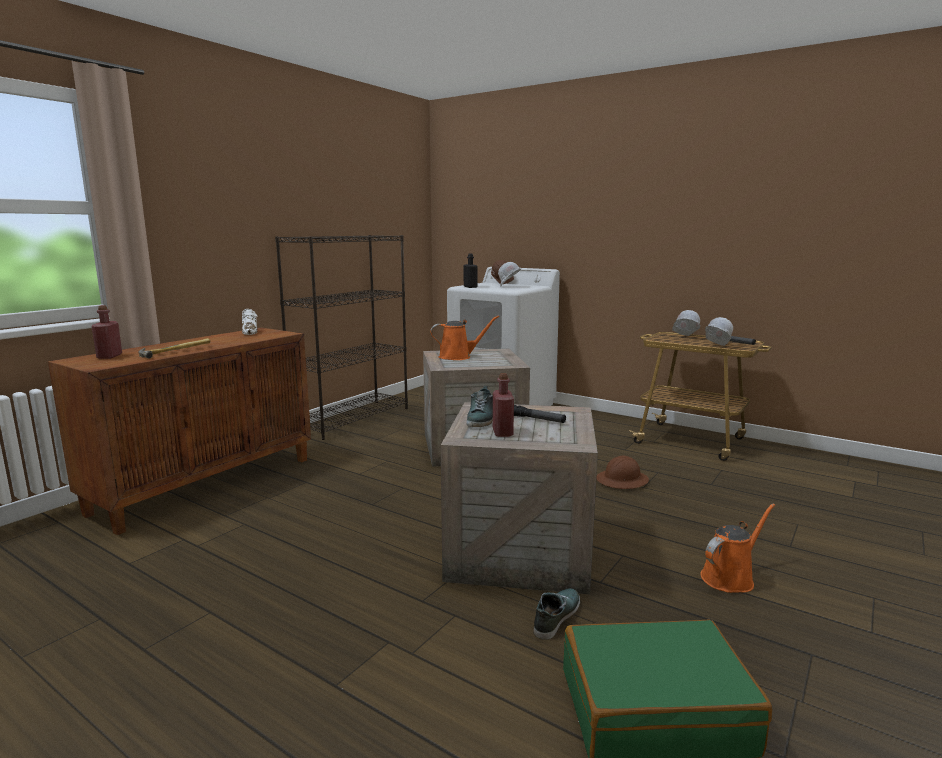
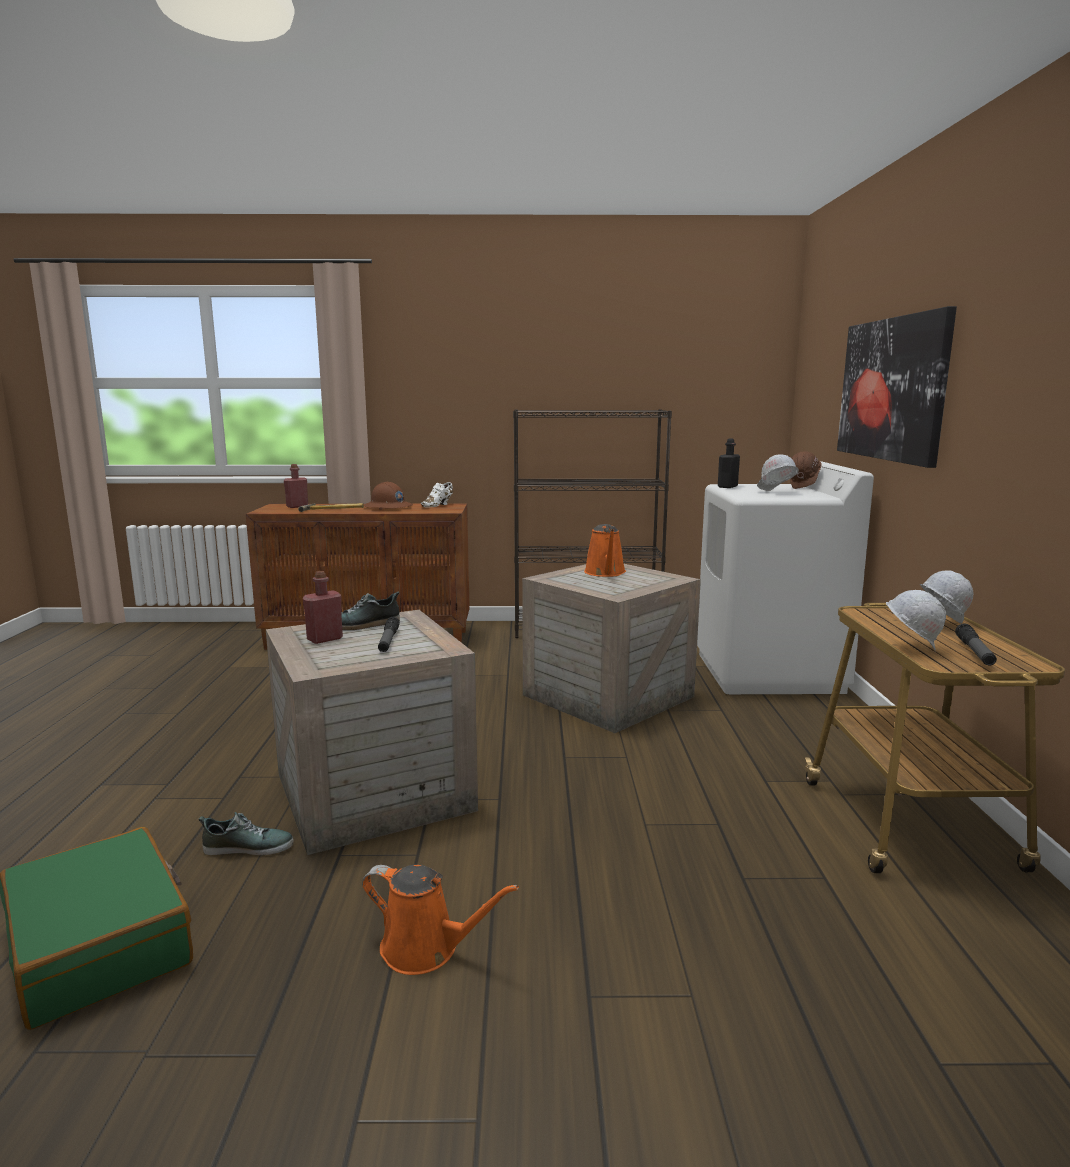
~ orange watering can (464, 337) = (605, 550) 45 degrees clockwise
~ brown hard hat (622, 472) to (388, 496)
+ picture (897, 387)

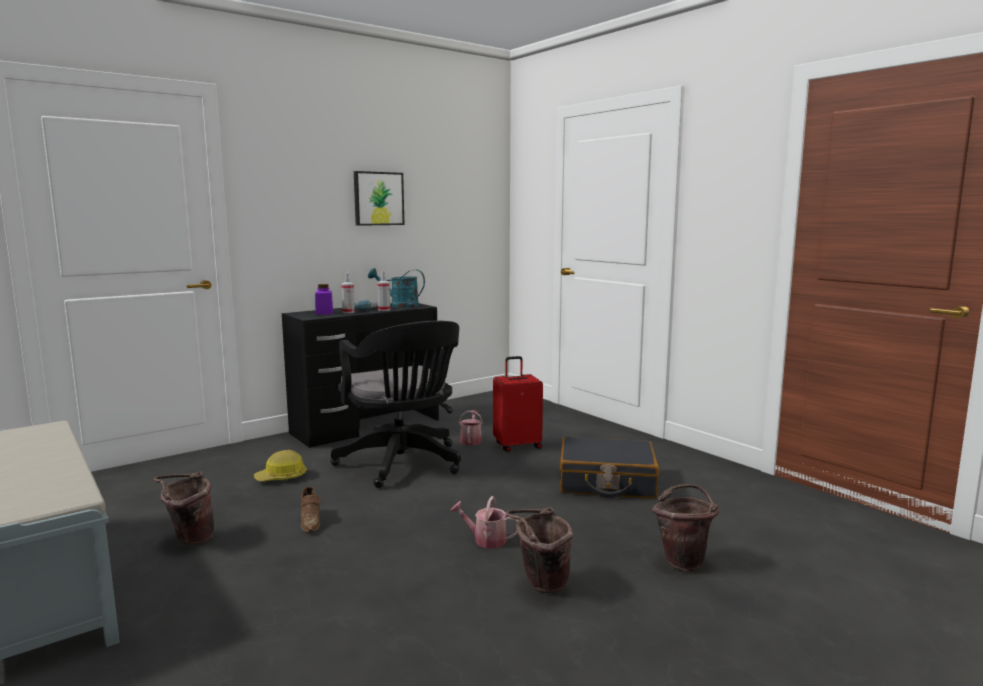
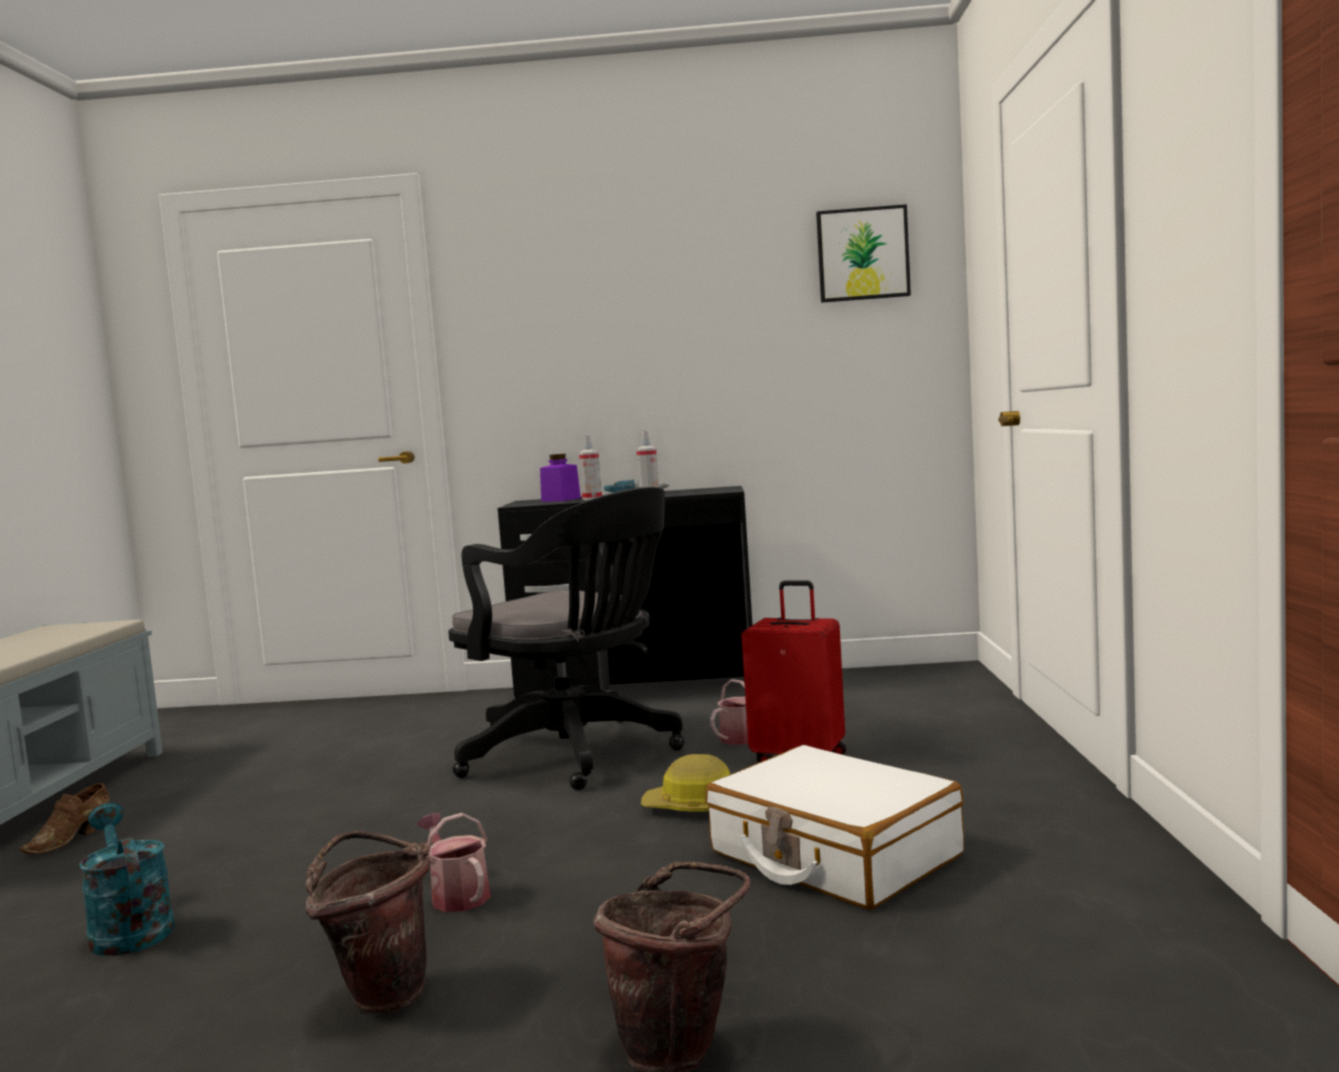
- brown bucket (183, 509)
~ hard hat (280, 465) to (685, 783)
~ brown shoe (311, 510) to (64, 818)
~ black office chair (396, 404) = (566, 638) 60 degrees counterclockwise
~ picture (379, 198) to (863, 253)
~ turquoise watering can (396, 288) to (127, 879)
~ black suitcase (609, 468) to white suitcase (834, 827)

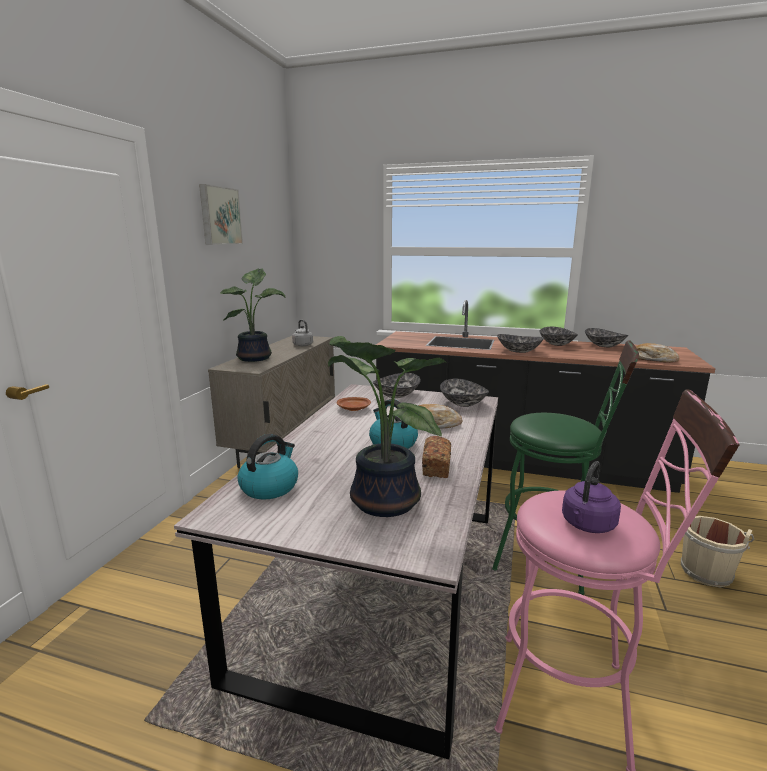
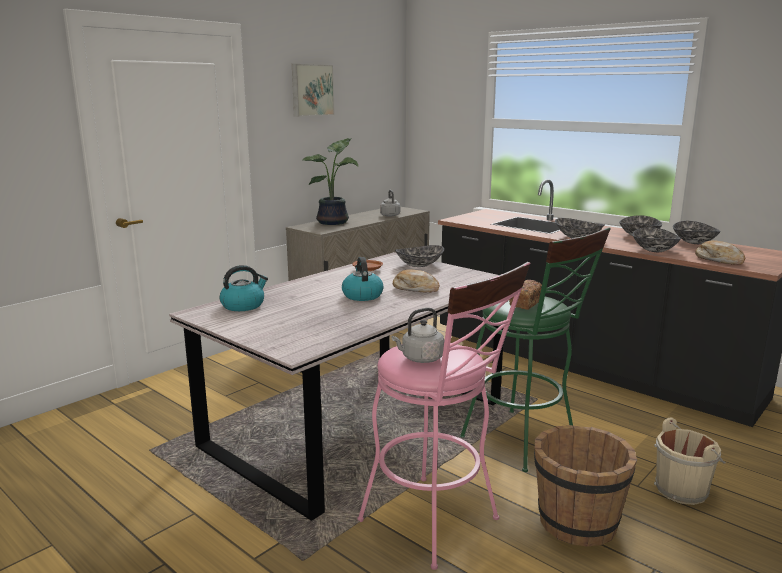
- potted plant (387, 426)
~ bread (436, 457) to (525, 295)
~ bowl (464, 392) to (657, 239)
~ purple kettle (591, 497) to grey kettle (418, 335)
+ brown bucket (585, 486)

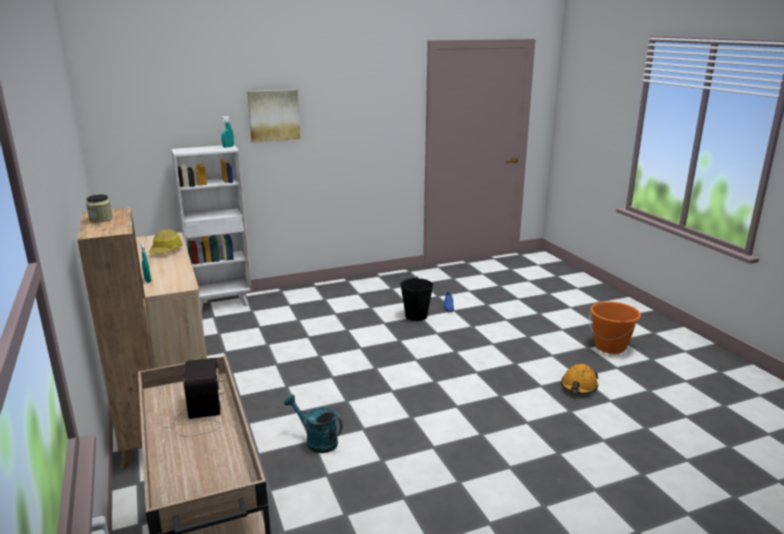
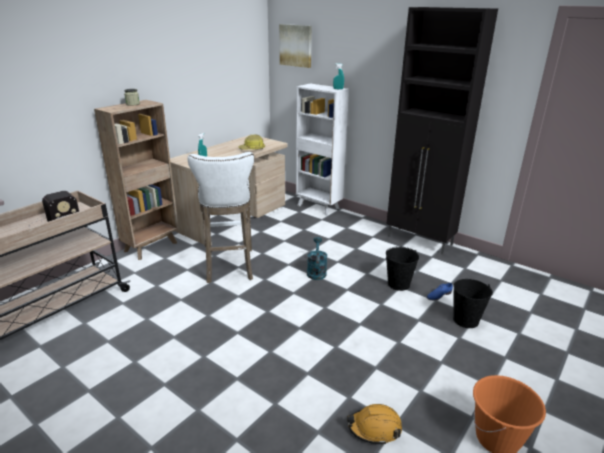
~ picture (273, 116) to (295, 46)
~ turquoise watering can (313, 423) to (317, 258)
+ white stool (221, 217)
+ black cabinet (442, 131)
+ black bucket (473, 303)

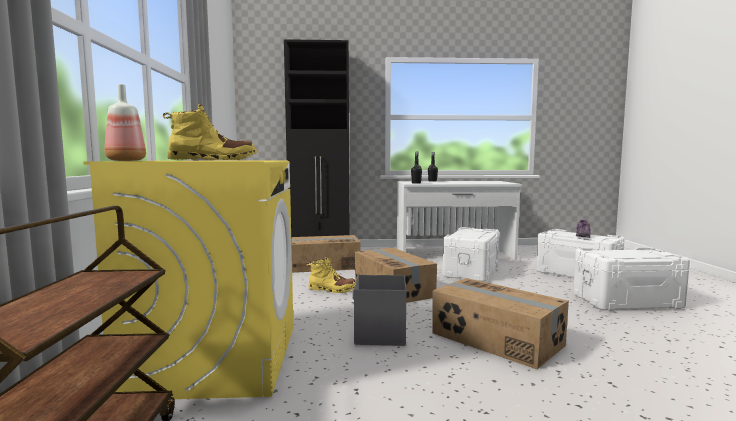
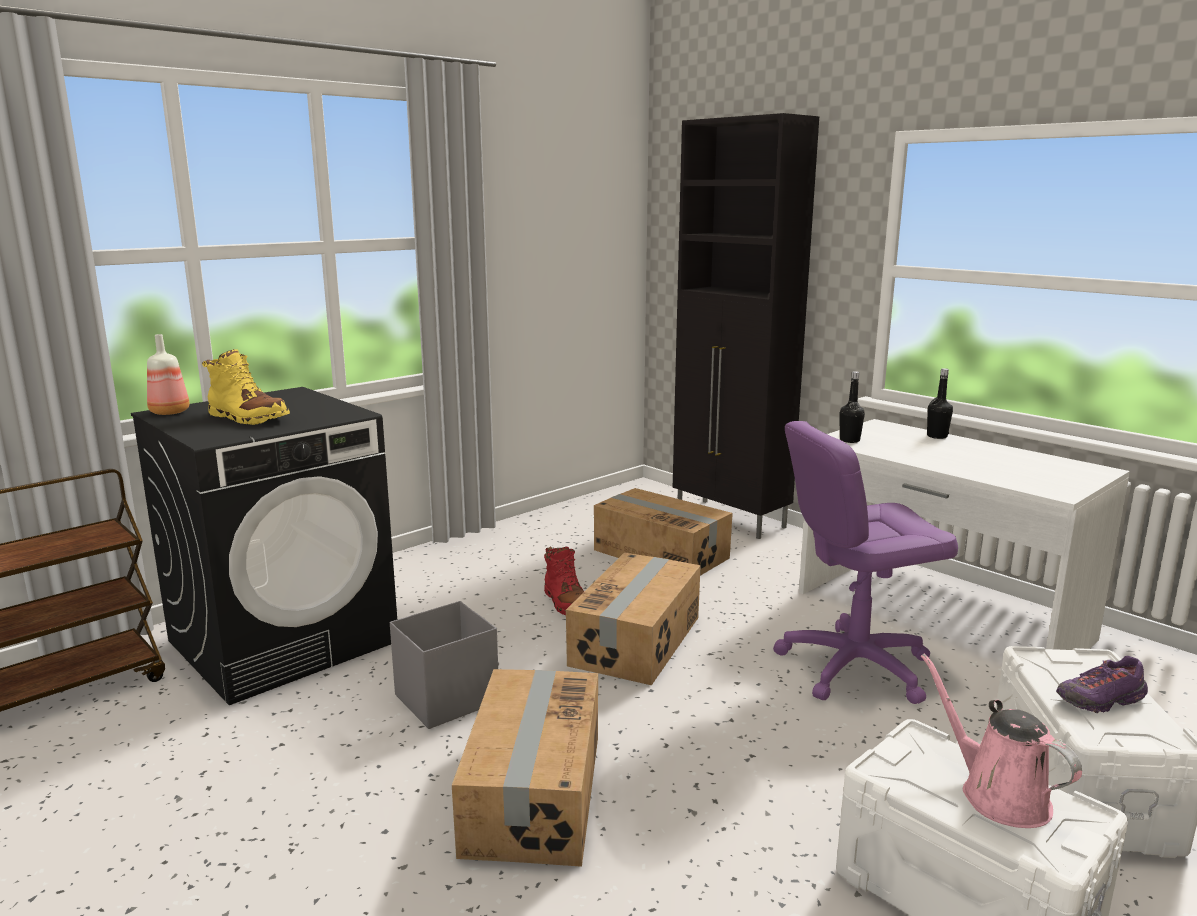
~ yellow washing machine (188, 280) to black washing machine (264, 546)
~ yellow boot (331, 274) to red boot (564, 581)
~ white storage box (471, 254) to purple office chair (865, 562)
+ pink watering can (1001, 740)

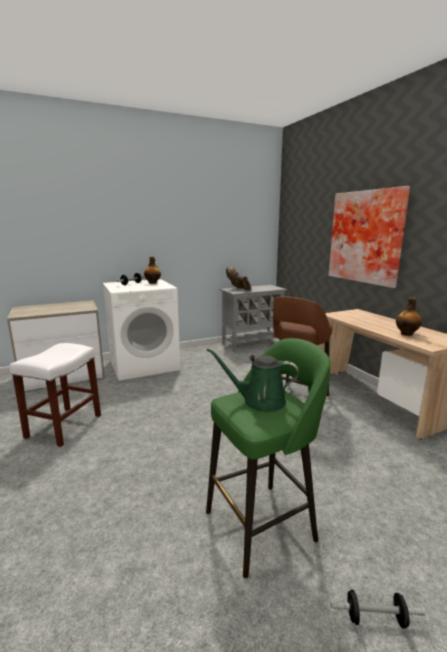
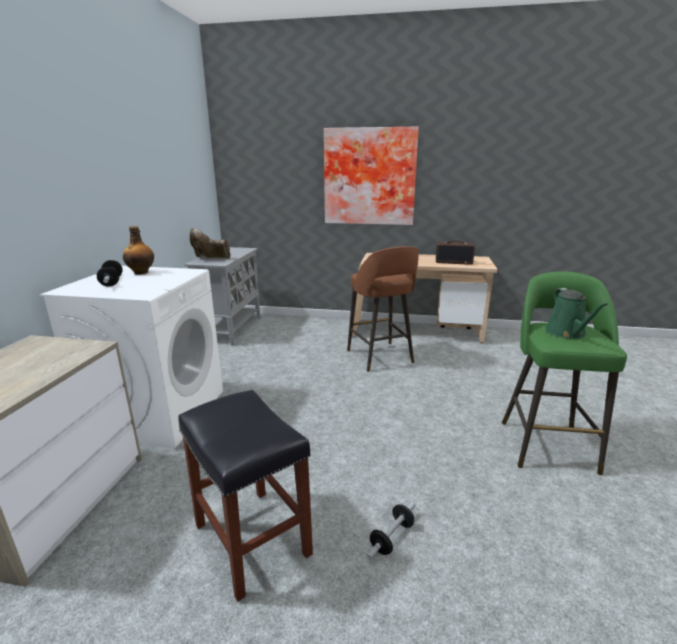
~ white stool (55, 395) to black stool (245, 496)
~ green watering can (253, 380) = (576, 313) 45 degrees counterclockwise
~ dumbbell (378, 609) to (391, 530)
~ bottle (409, 316) to radio (455, 253)

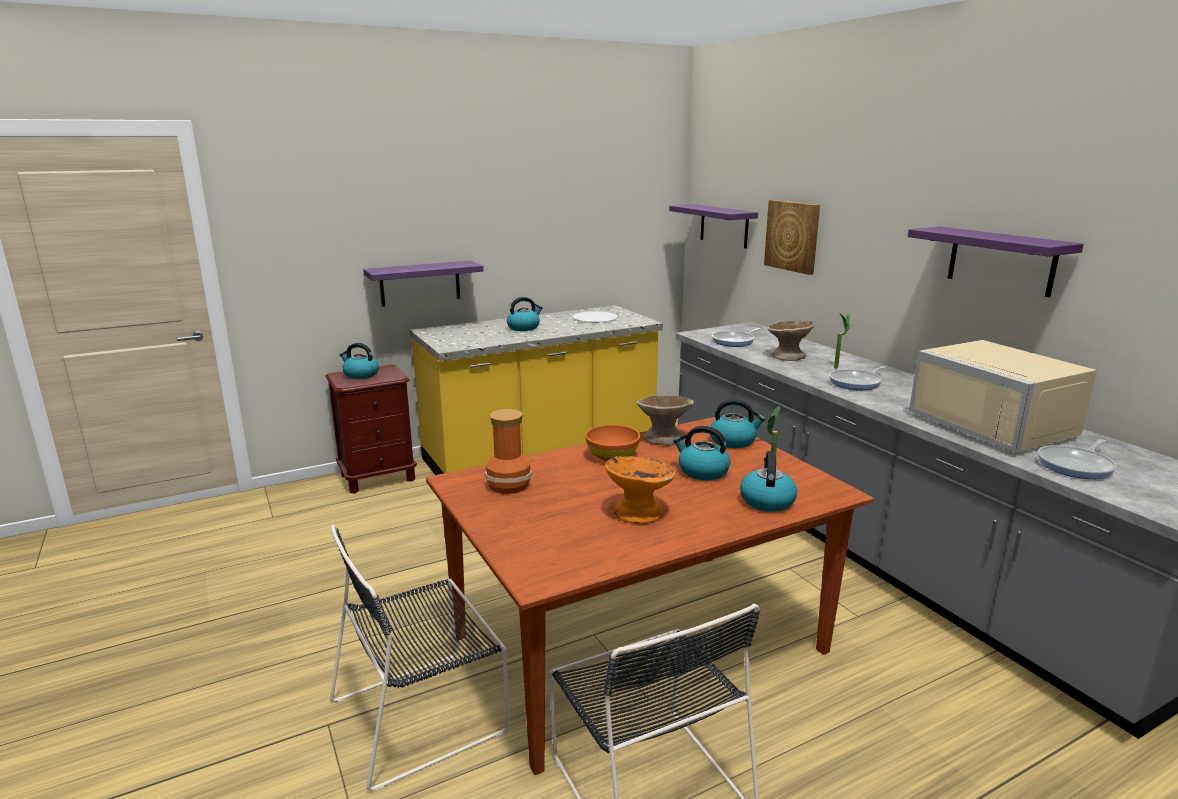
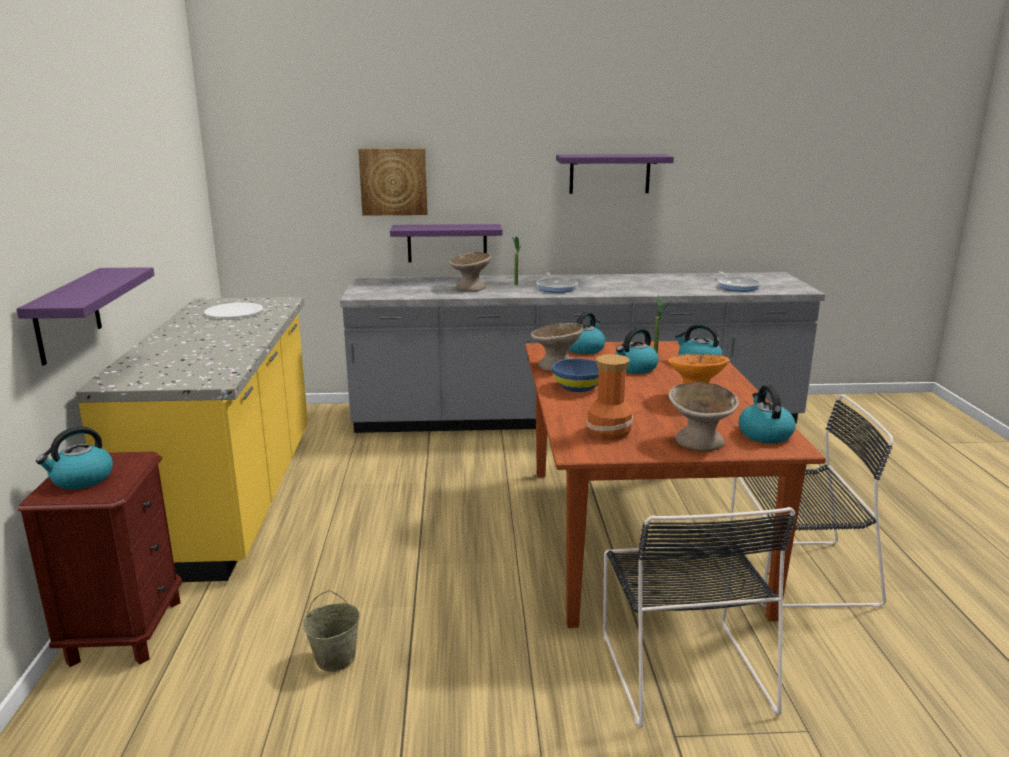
~ kettle (525, 314) to (767, 414)
~ orange bowl (612, 443) to blue bowl (575, 375)
~ purple shelf (713, 226) to (446, 243)
- frying pan (736, 337)
- beige microwave (1003, 396)
+ beige bucket (331, 631)
+ beige bowl (703, 416)

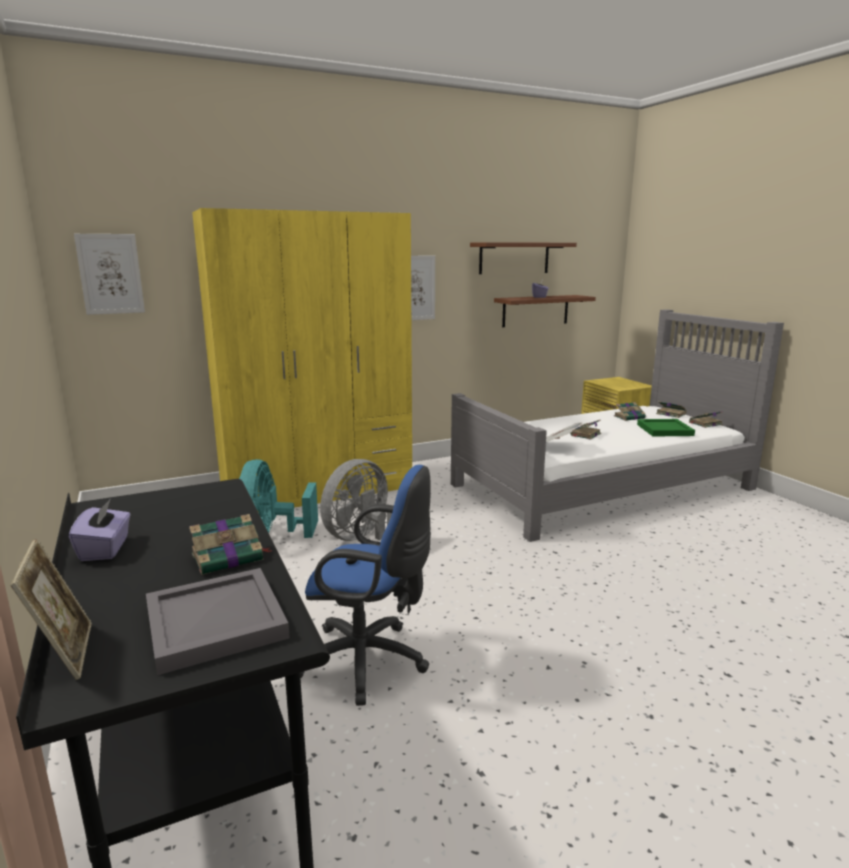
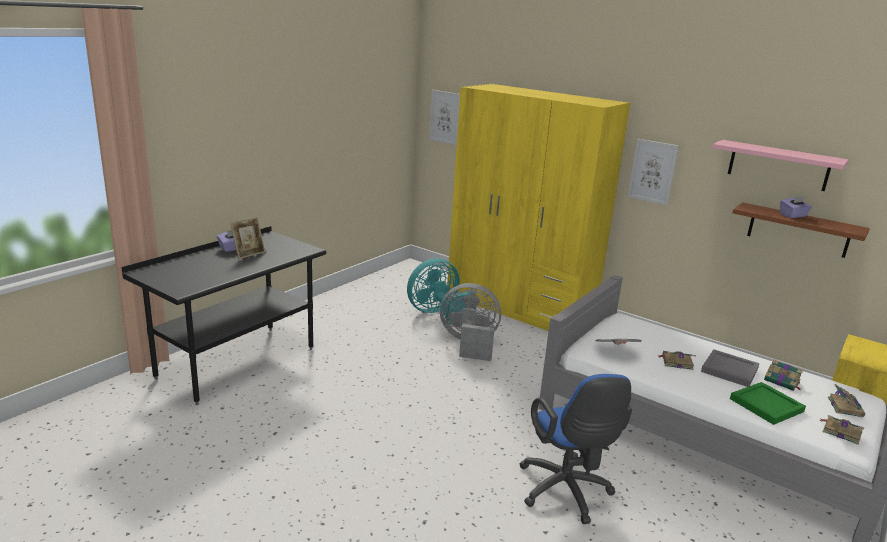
~ picture frame (51, 609) to (247, 238)
~ grey tray (218, 621) to (730, 368)
- book (230, 544)
~ blue office chair (365, 585) to (575, 449)
~ brown shelf (523, 258) to pink shelf (780, 165)

